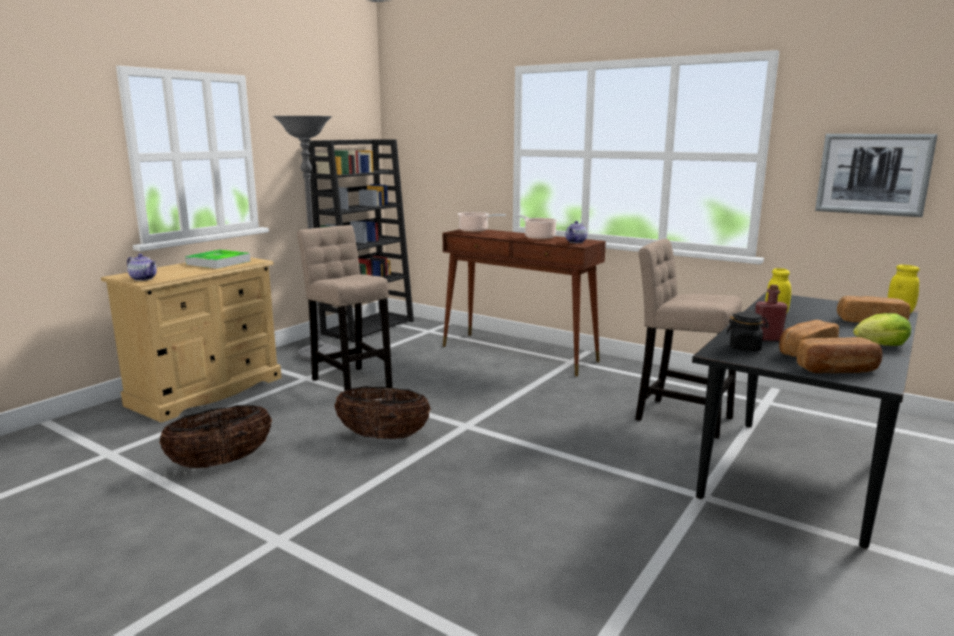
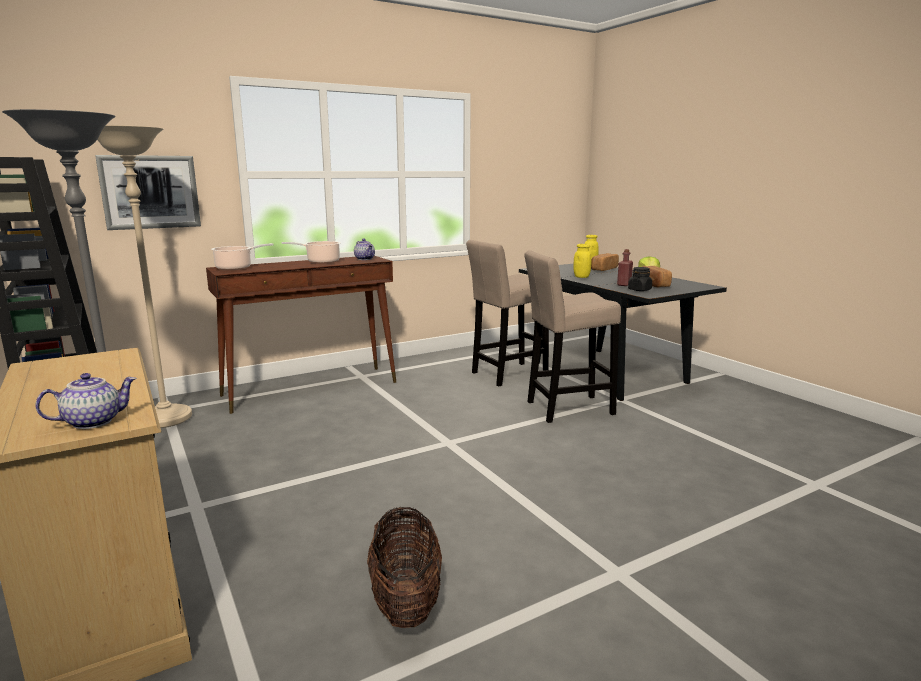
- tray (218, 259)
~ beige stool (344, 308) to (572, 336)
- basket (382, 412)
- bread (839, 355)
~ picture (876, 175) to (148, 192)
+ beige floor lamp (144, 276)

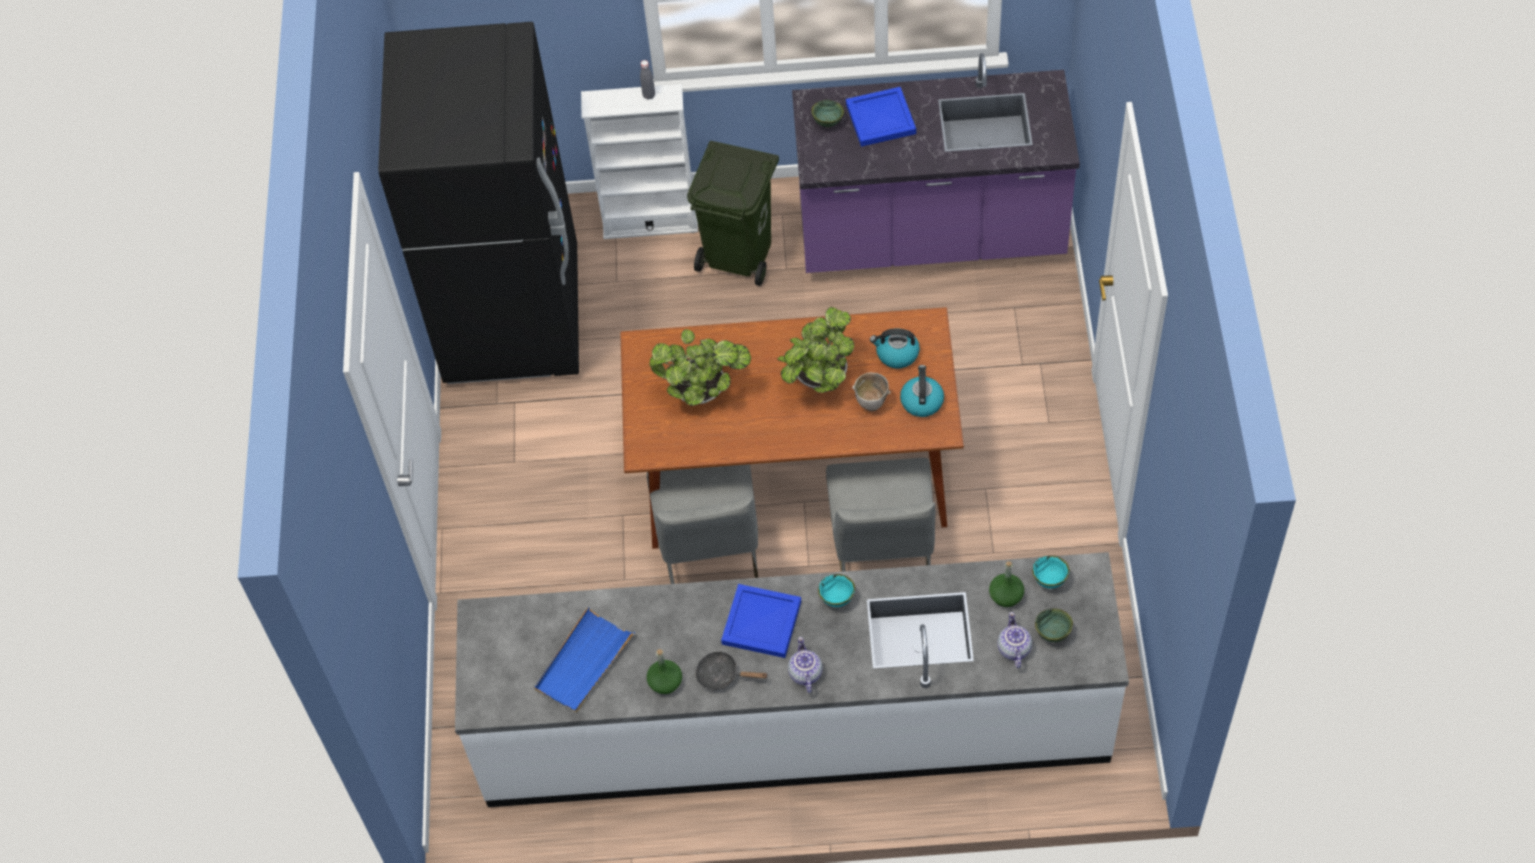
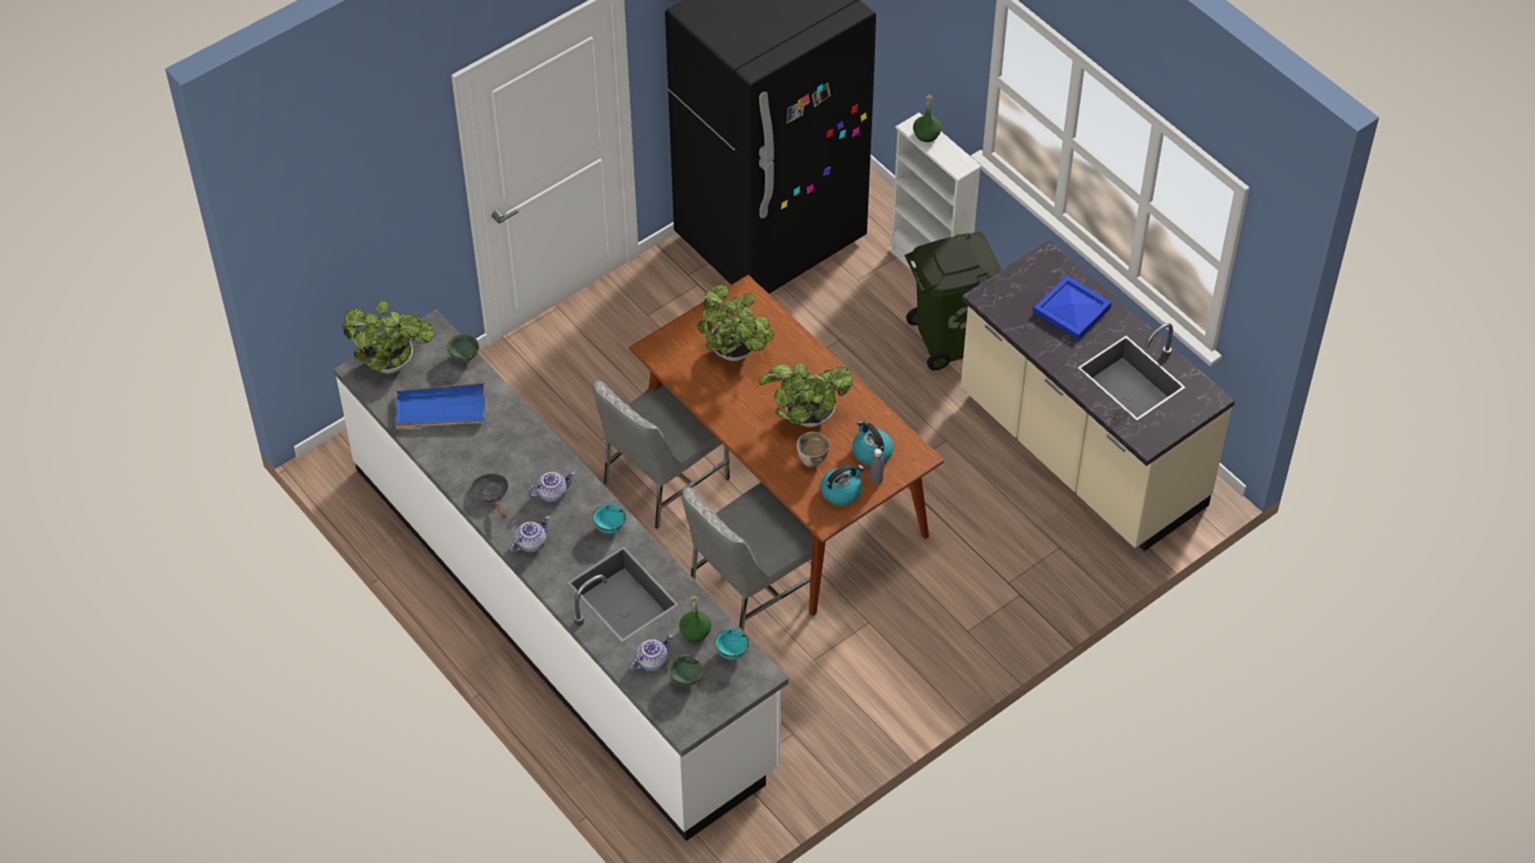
~ grey bottle (647, 80) to (877, 467)
~ green bottle (664, 671) to (927, 118)
~ blue tray (761, 621) to teapot (551, 487)
~ purple counter (936, 163) to beige counter (1098, 395)
~ green bowl (827, 113) to (463, 348)
+ potted plant (388, 337)

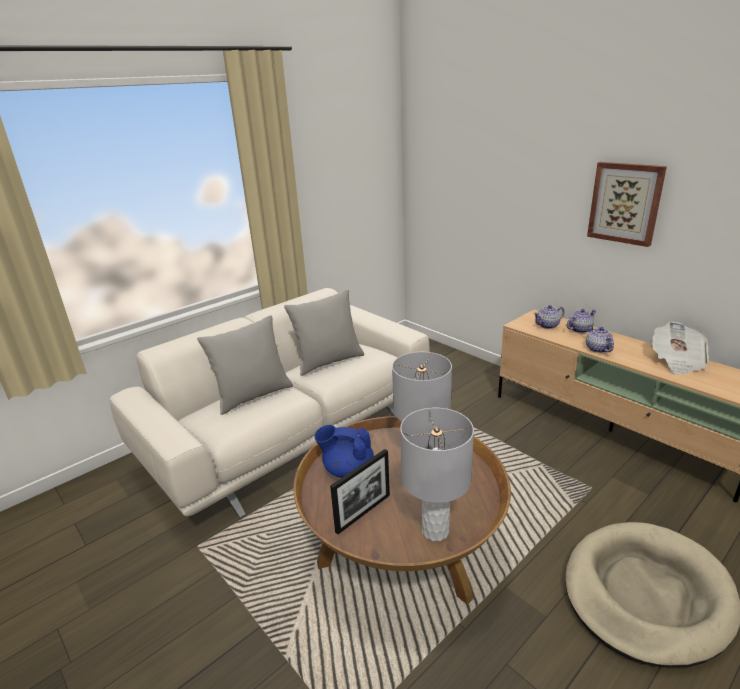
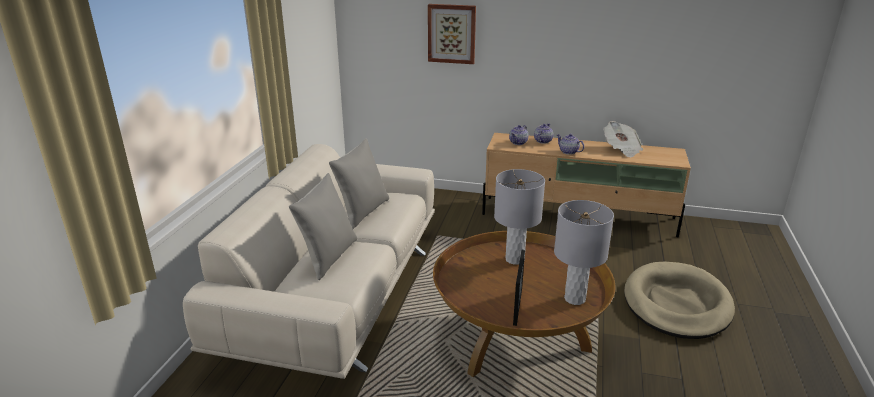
- blue teapot (344, 451)
~ picture (627, 204) to (452, 34)

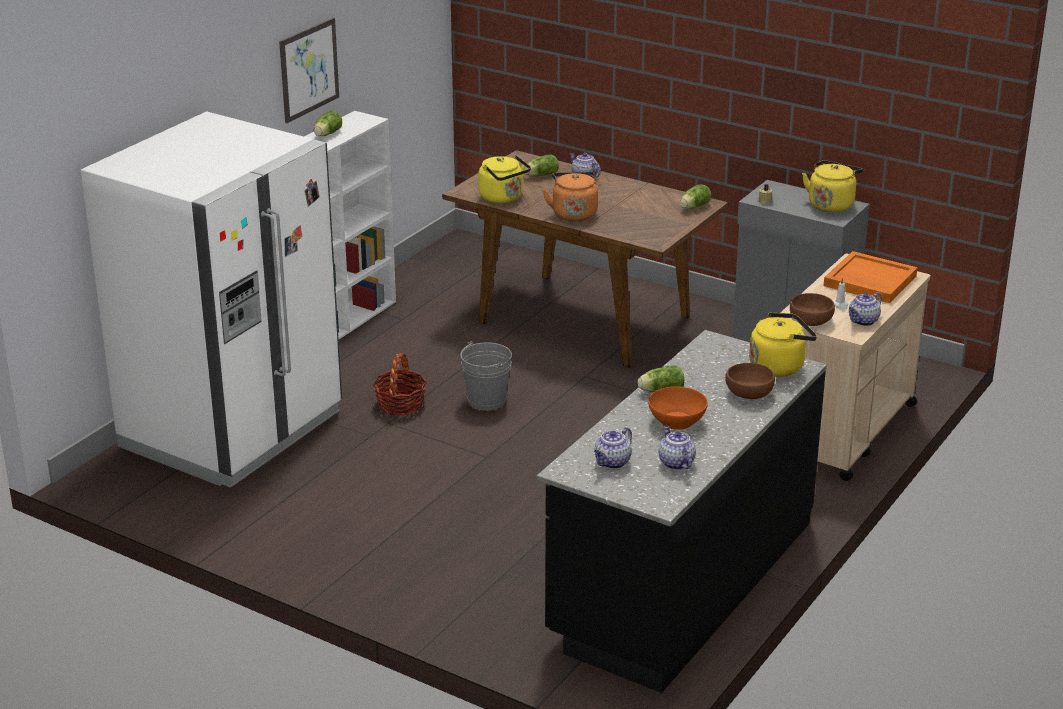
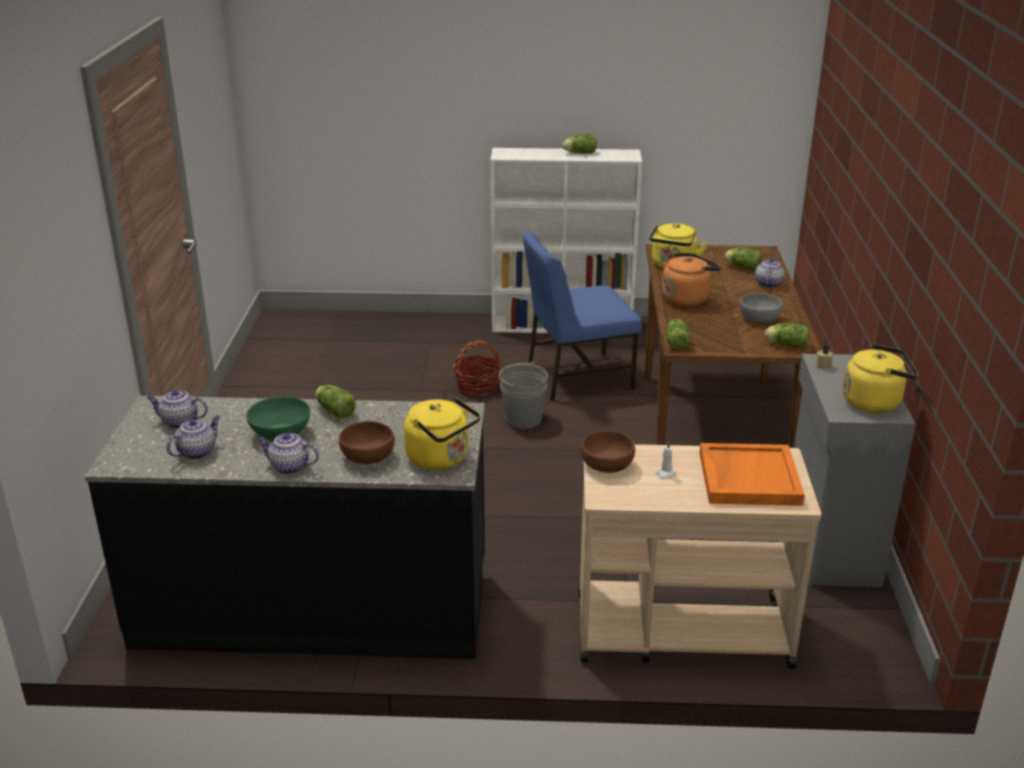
- white fridge (211, 299)
- picture (309, 70)
~ orange bowl (678, 408) to green bowl (278, 419)
~ teapot (865, 309) to (288, 453)
+ blue chair (582, 316)
+ lettuce (678, 334)
+ grey bowl (761, 308)

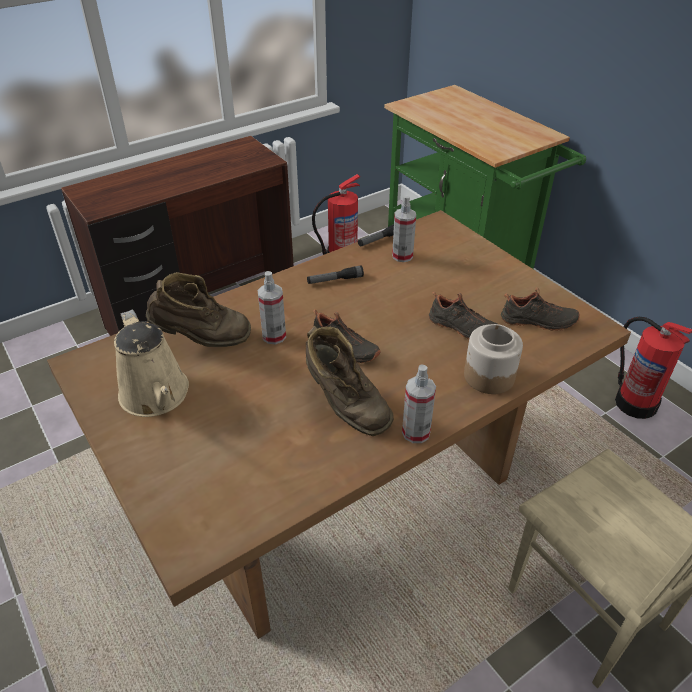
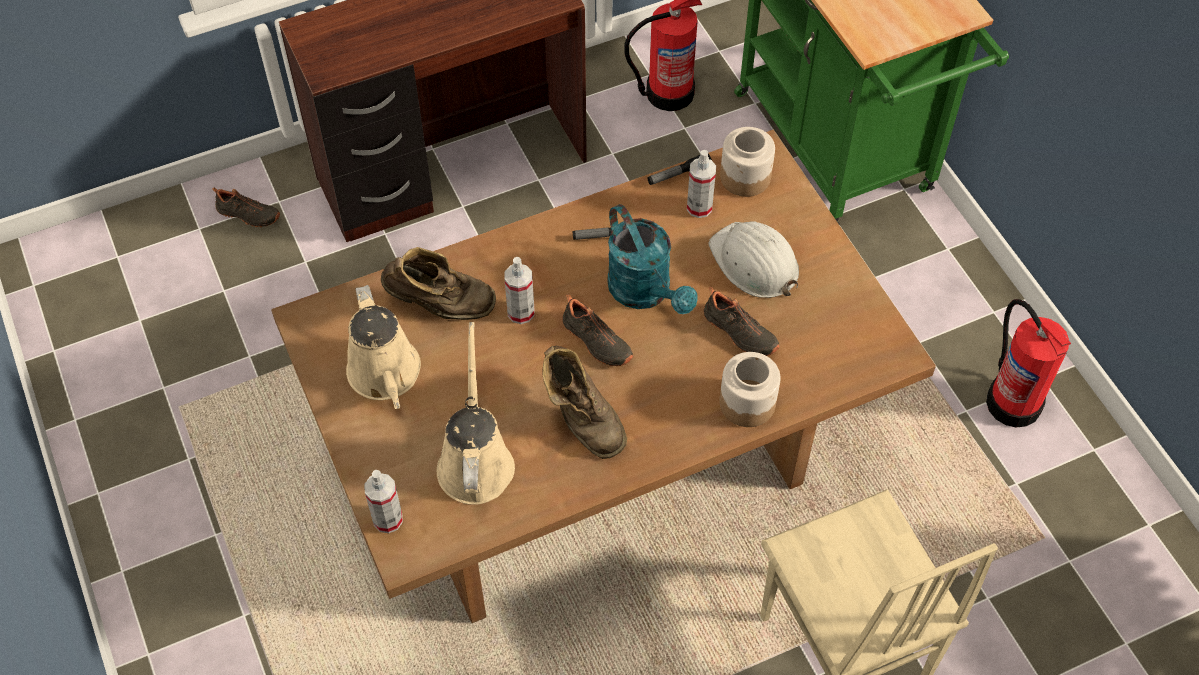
~ spray bottle (419, 403) to (383, 501)
~ black shoe (540, 309) to (246, 207)
+ beige watering can (476, 413)
+ turquoise watering can (652, 259)
+ white hard hat (754, 259)
+ jar (747, 162)

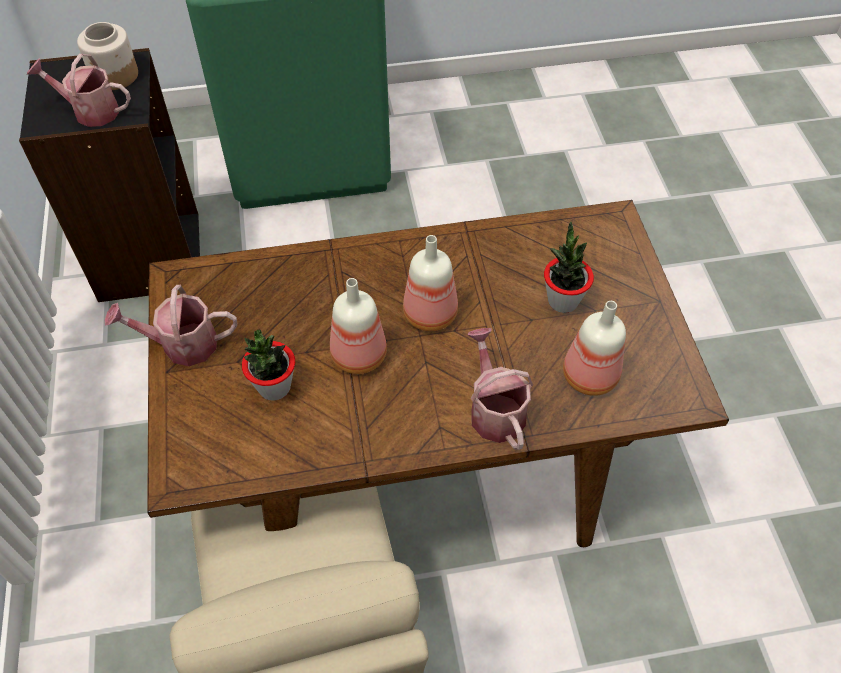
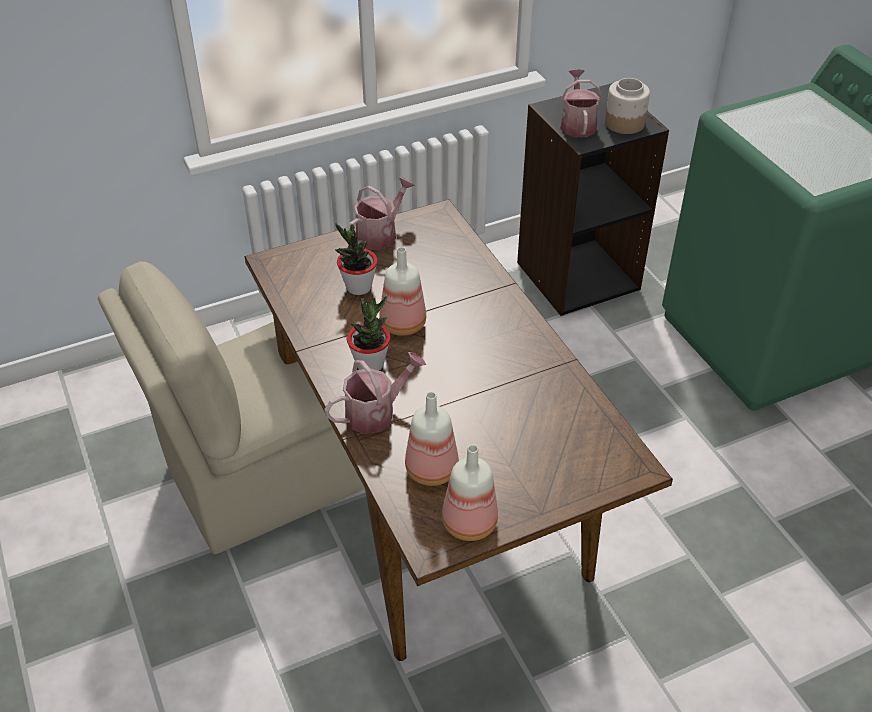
~ watering can (171, 325) = (380, 213) 60 degrees clockwise
~ bottle (430, 283) to (470, 493)
~ potted plant (569, 267) to (369, 333)

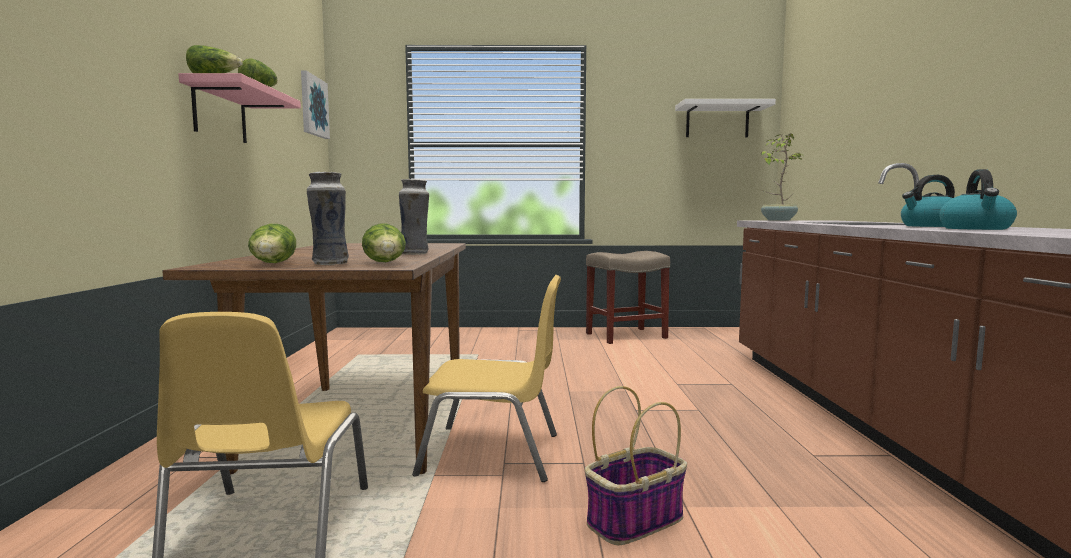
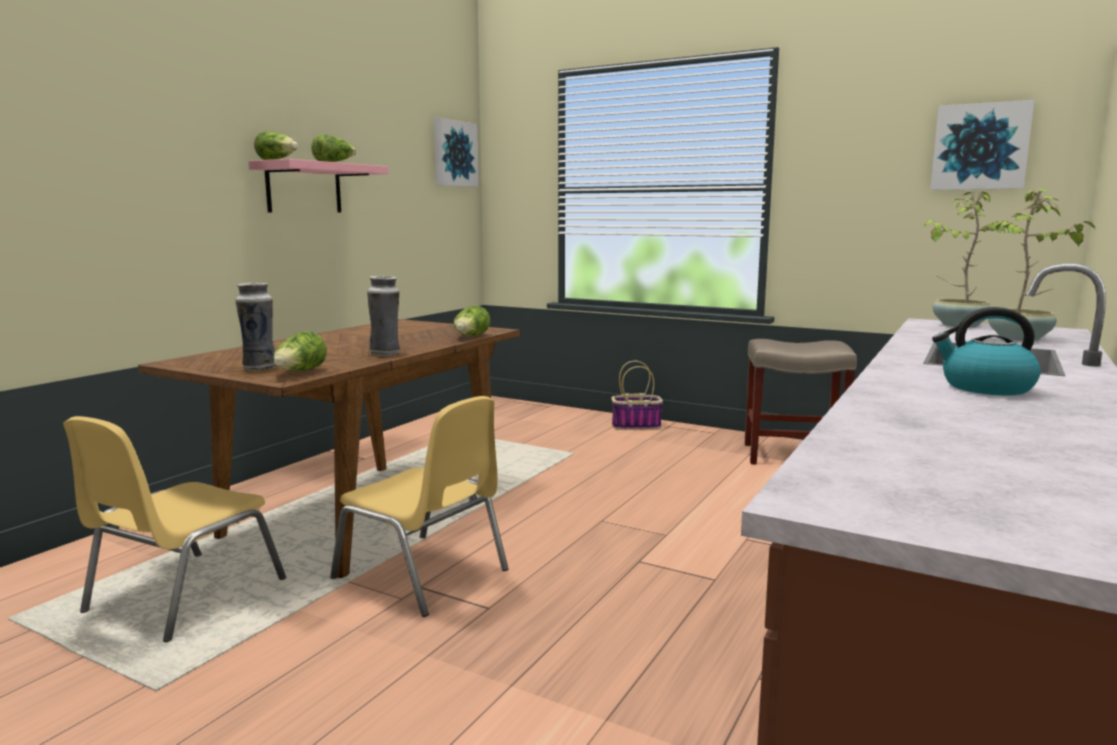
~ lettuce (272, 243) to (471, 320)
~ basket (636, 465) to (637, 395)
~ white shelf (725, 118) to picture (982, 145)
- kettle (978, 199)
+ potted plant (1041, 265)

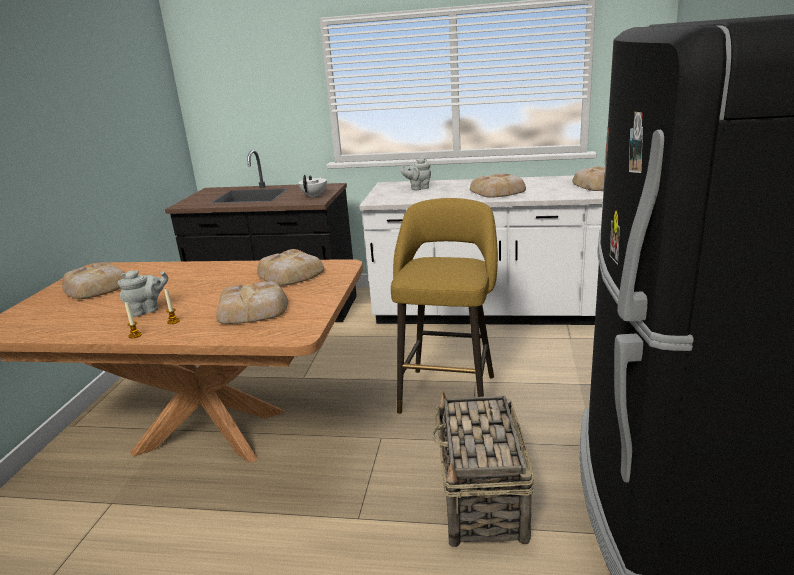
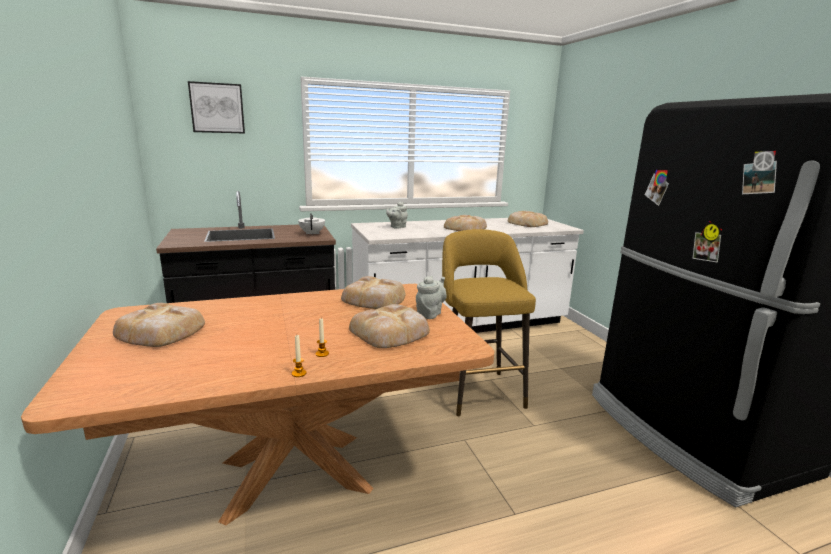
~ grey teapot (143, 293) to (431, 297)
- basket (483, 469)
+ picture (216, 107)

